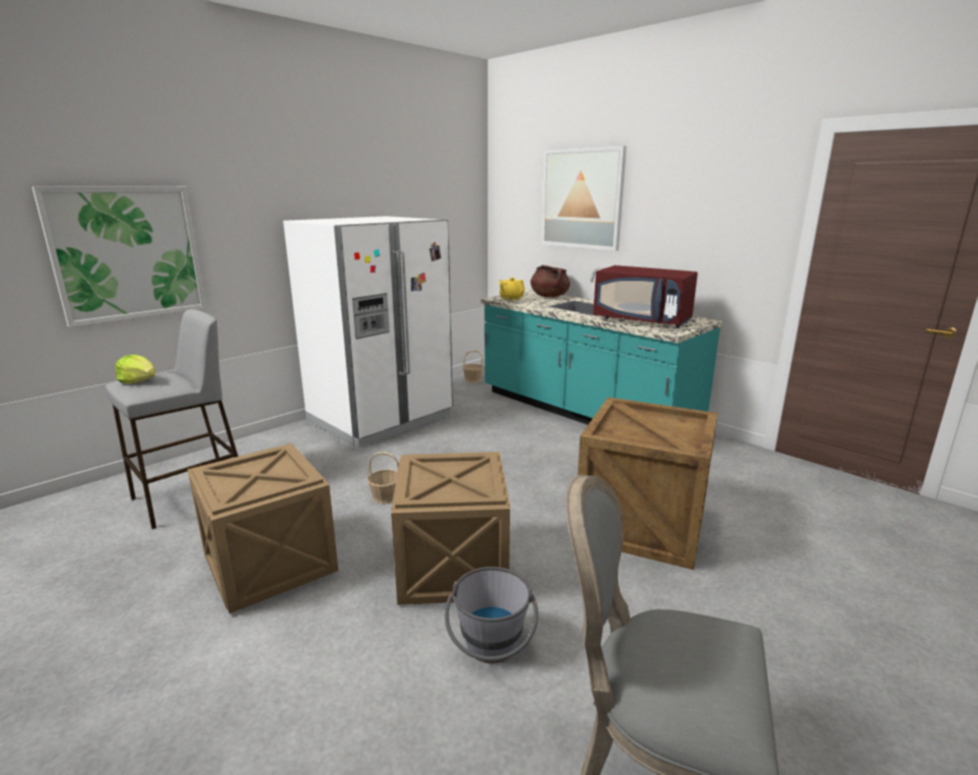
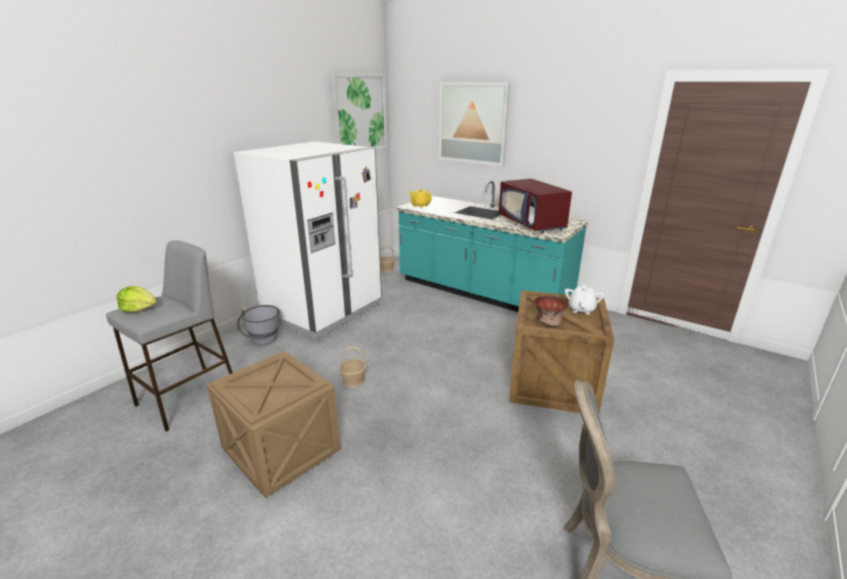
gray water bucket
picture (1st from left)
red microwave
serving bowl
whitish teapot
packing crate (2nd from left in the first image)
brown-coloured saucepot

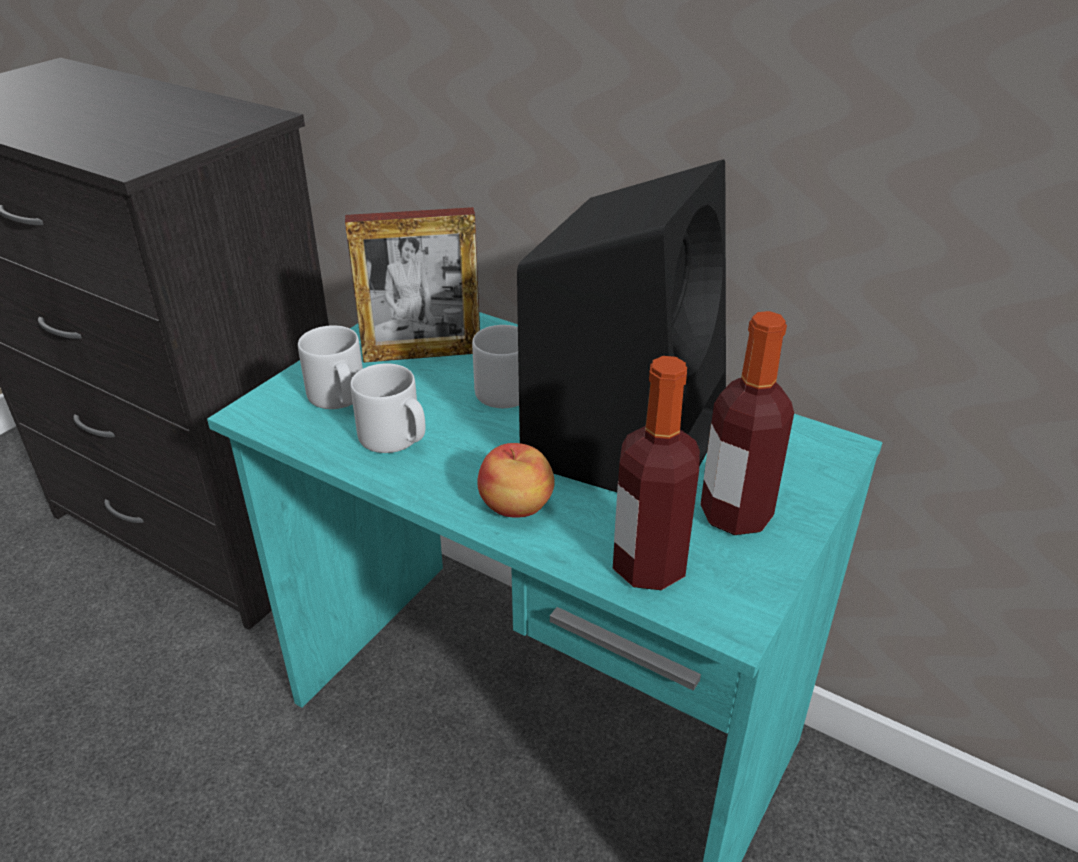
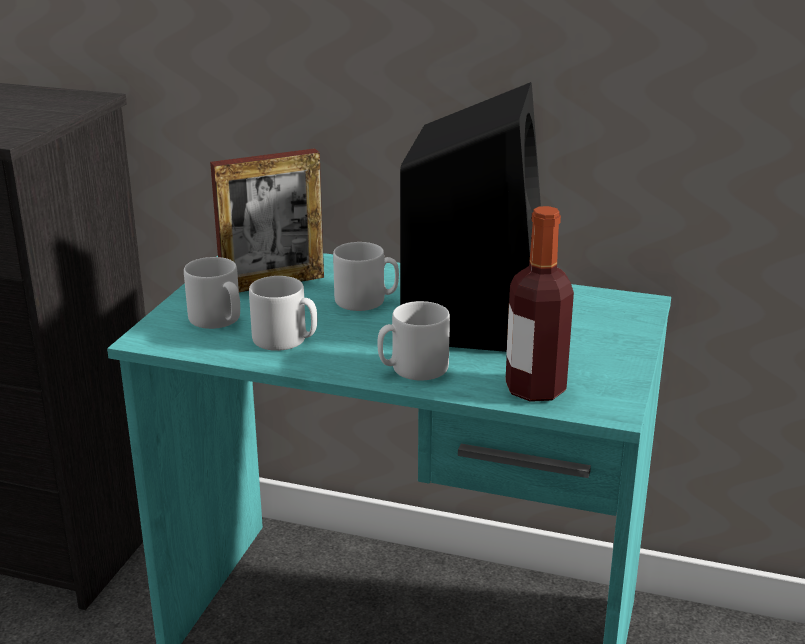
gray coffee mug (4th from left)
drink bottle (2nd from left in the first image)

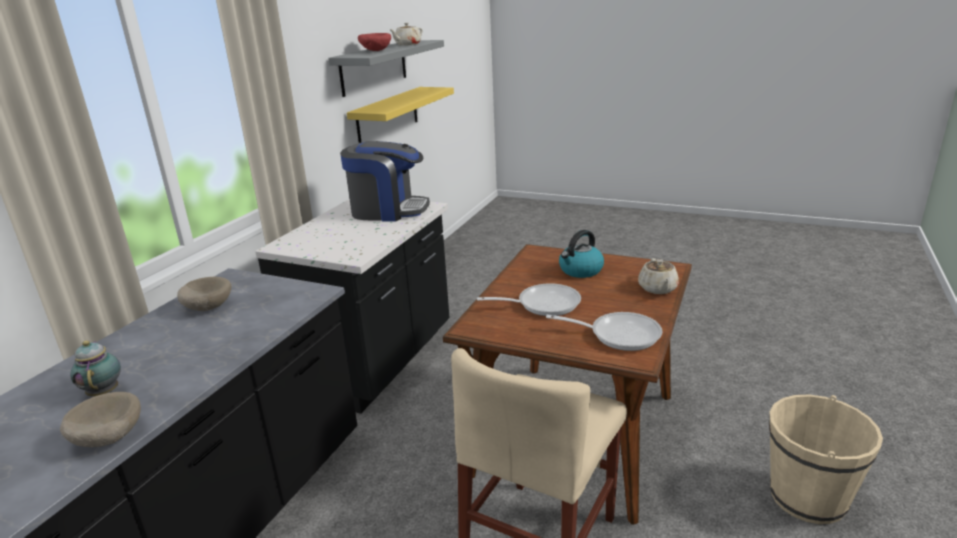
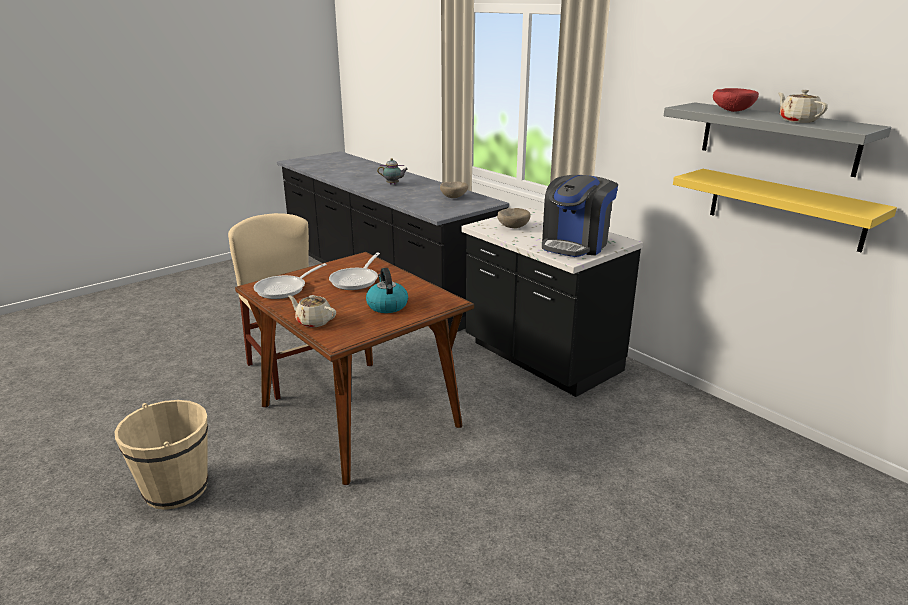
sand-coloured serving bowl (2nd from left)

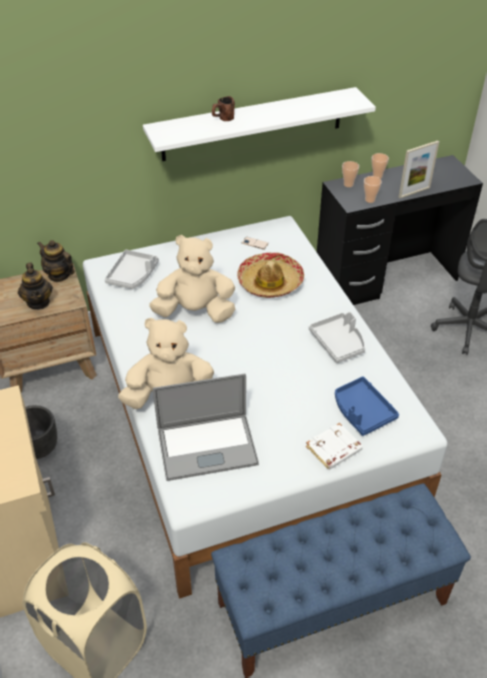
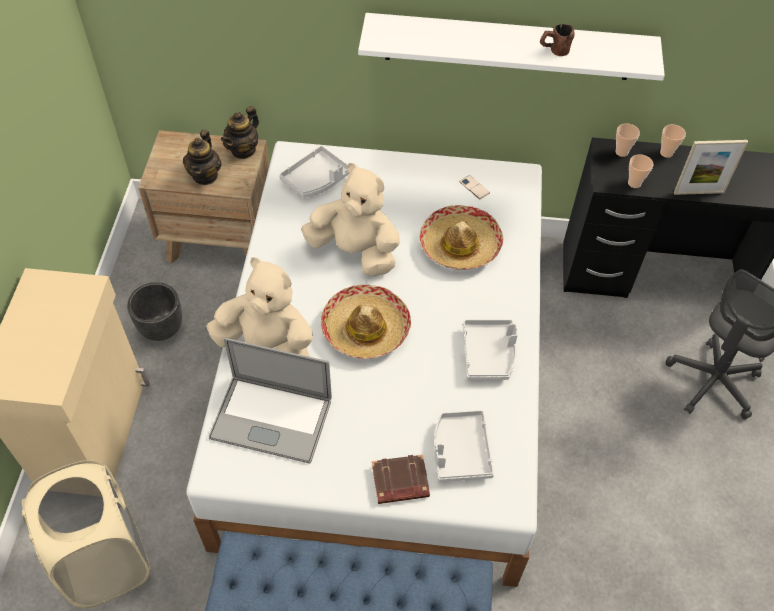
teapot (2nd from left)
clothing hat (1st from left)
brown-coloured bound book
gray carrying tray (2nd from left)
brown-coloured coffee mug

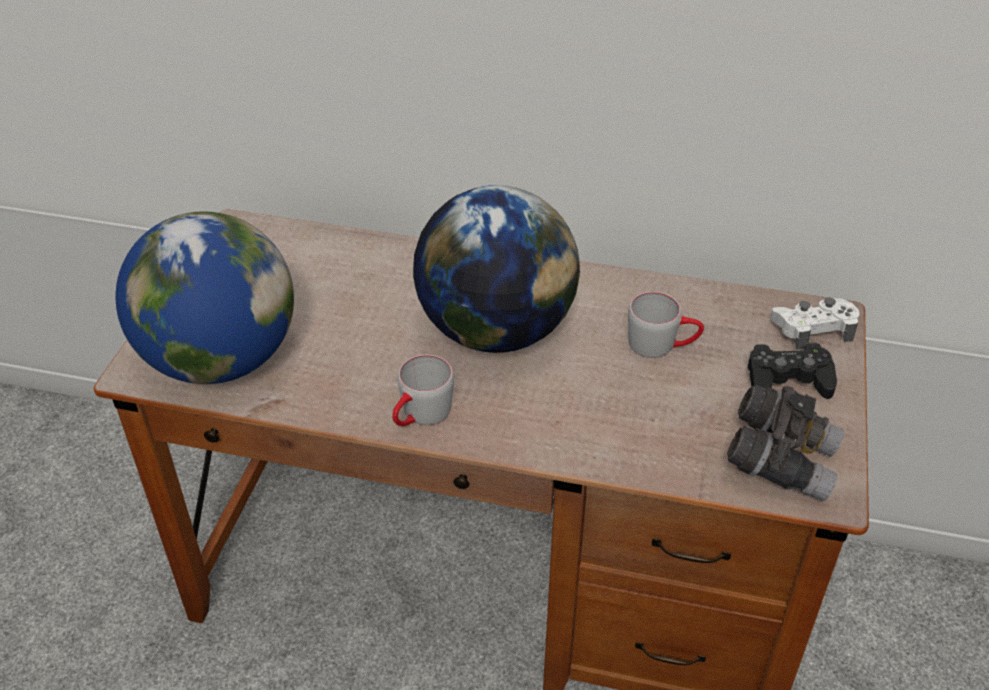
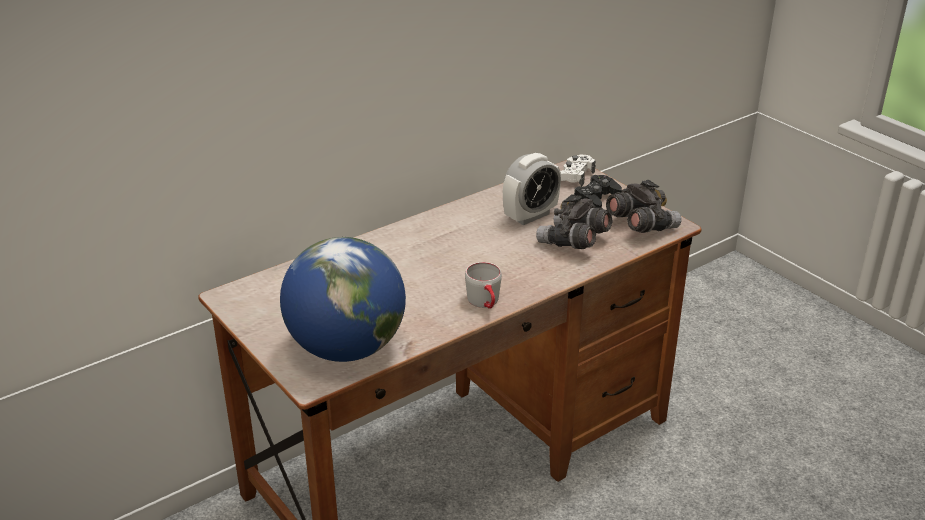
bedside clock
gray pair of binoculars (1st from left)
desk globe (2nd from left in the first image)

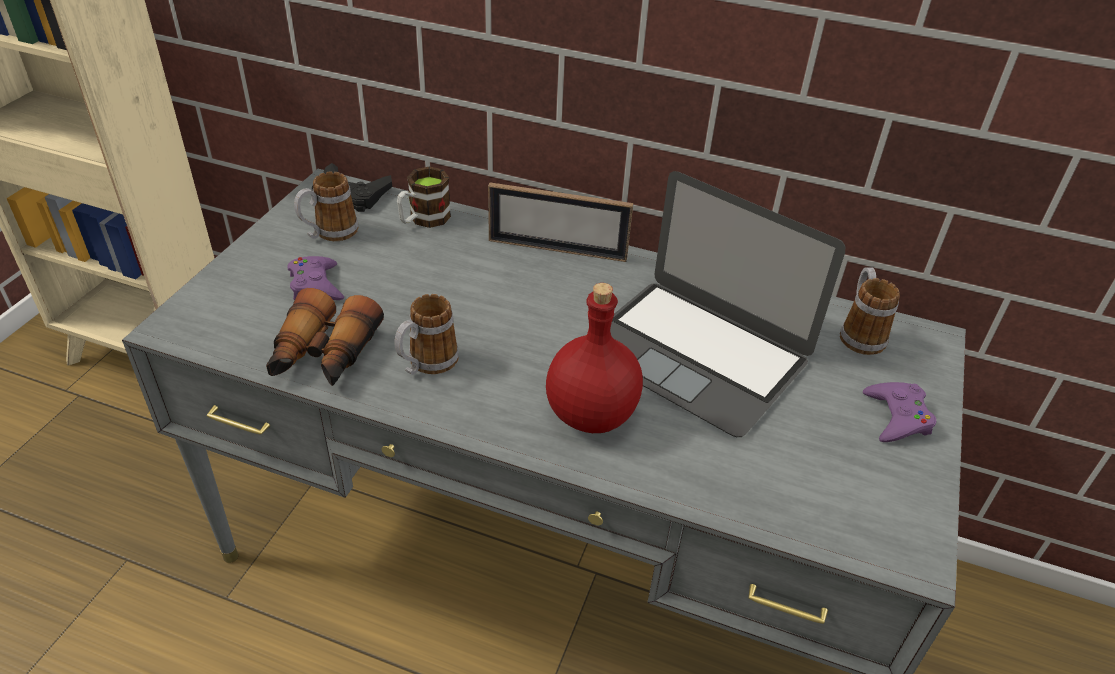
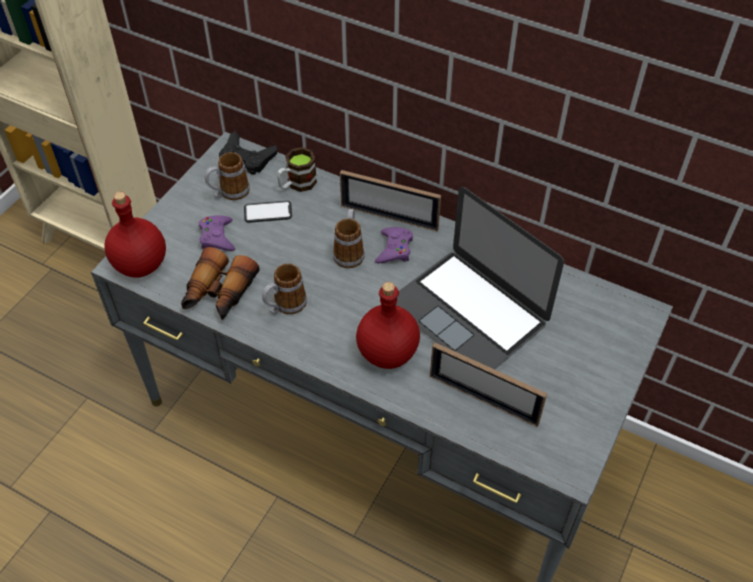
red drink bottle (1st from left)
phone
coffee mug (4th from left)
purple joypad (2nd from left)
standing frame (2nd from left)

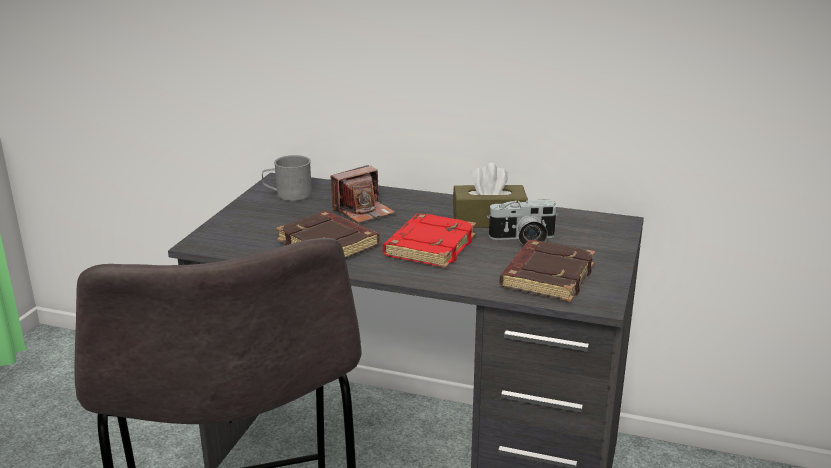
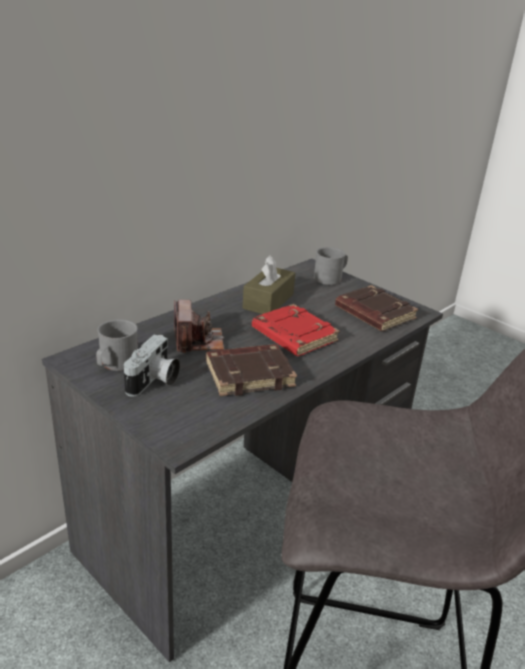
still camera (1st from left)
gray coffee mug (2nd from left)

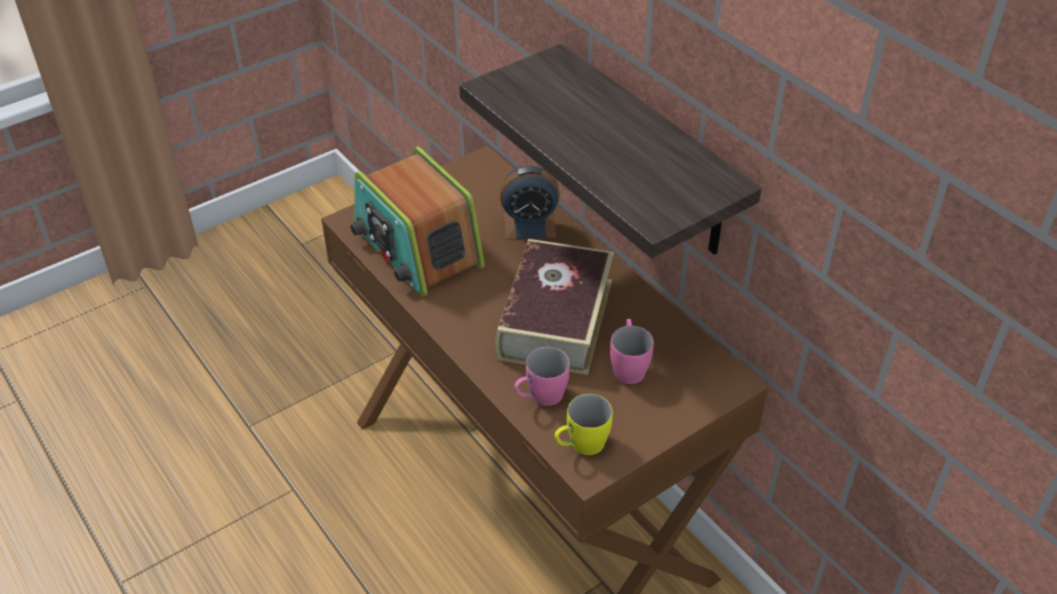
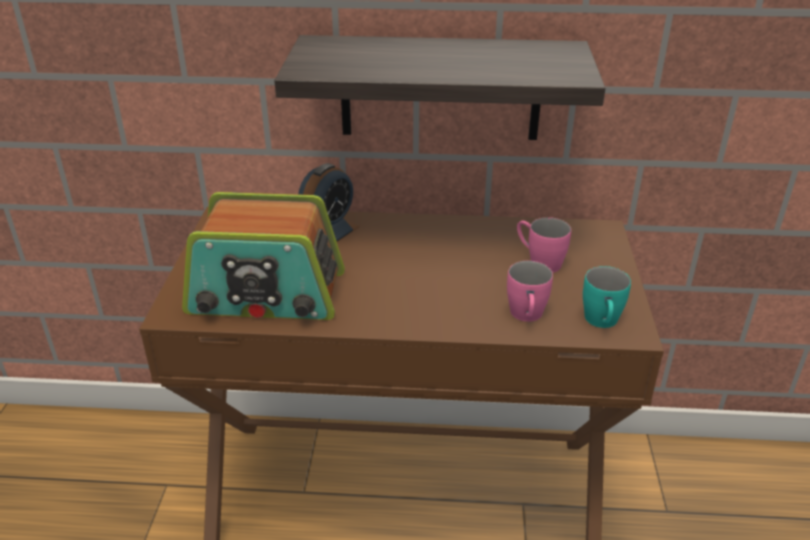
turquoise coffee mug
bound book

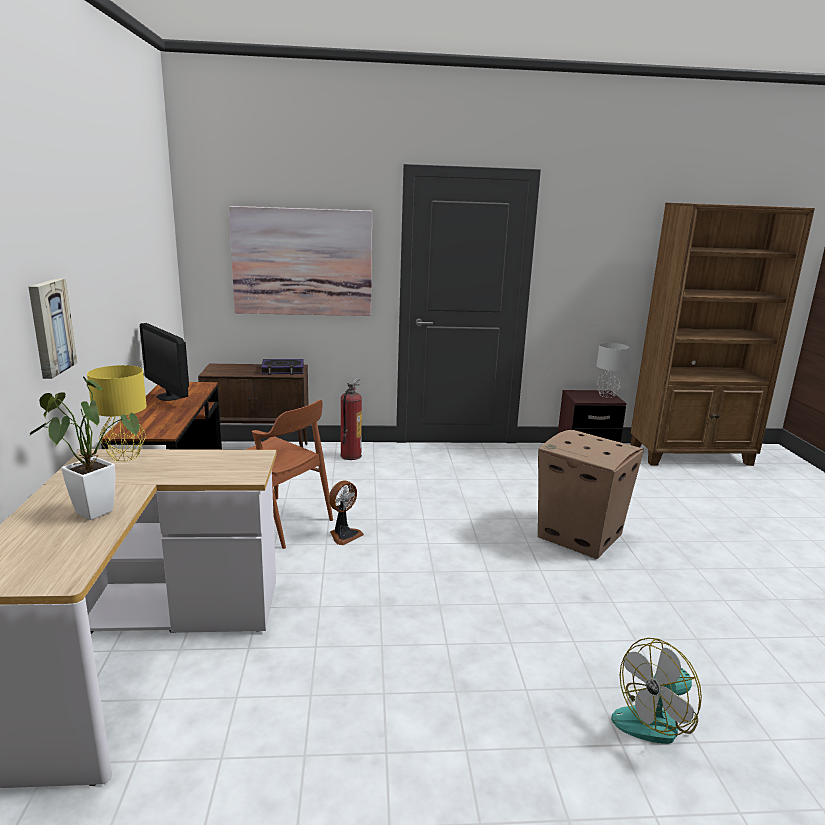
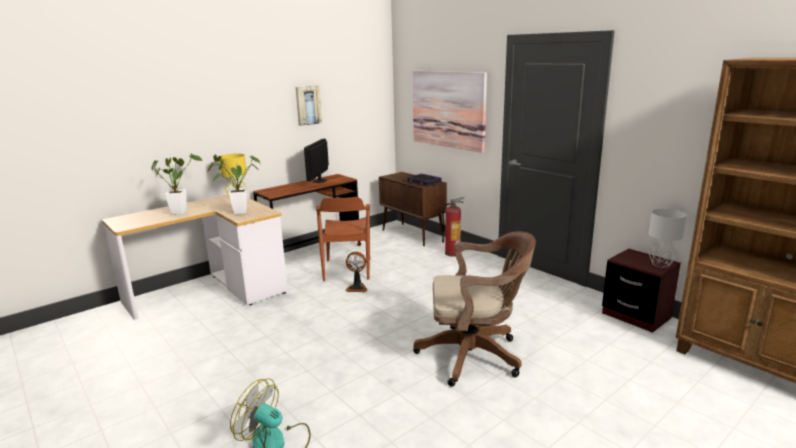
potted plant (2nd from left)
picture (1st from left)
brown-coloured computer chair

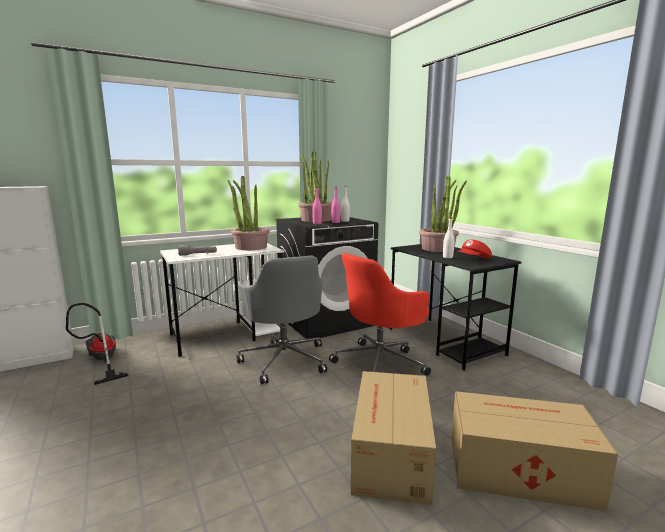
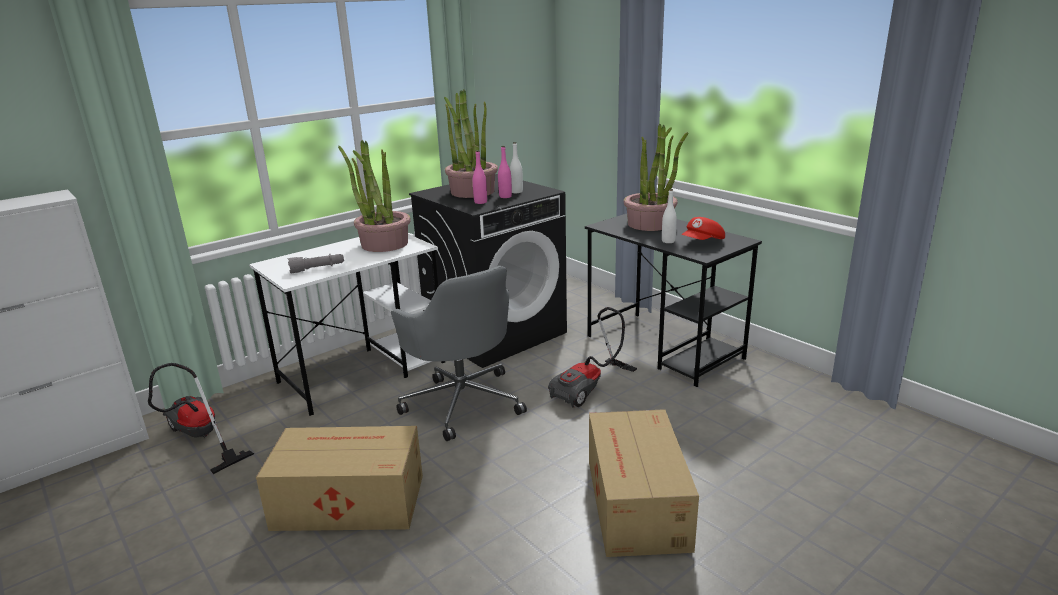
cardboard box (1st from left)
hoover (2nd from left)

